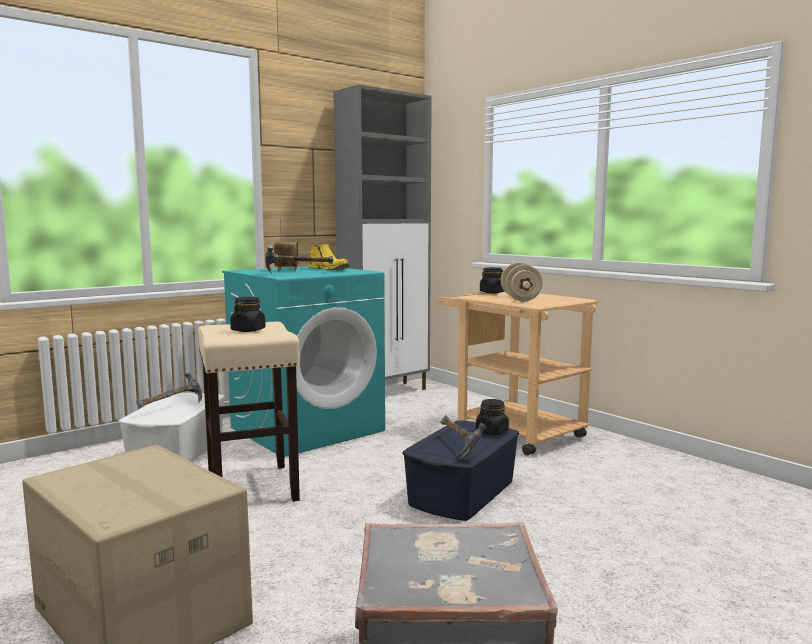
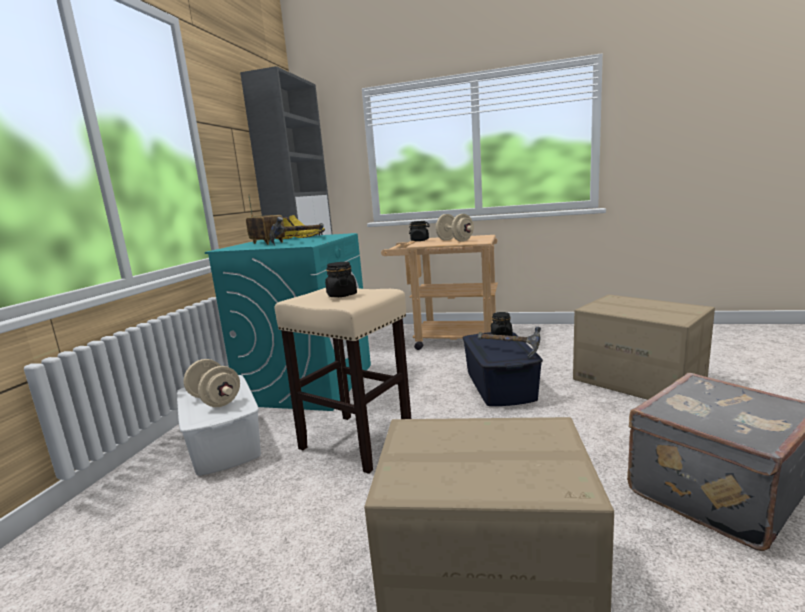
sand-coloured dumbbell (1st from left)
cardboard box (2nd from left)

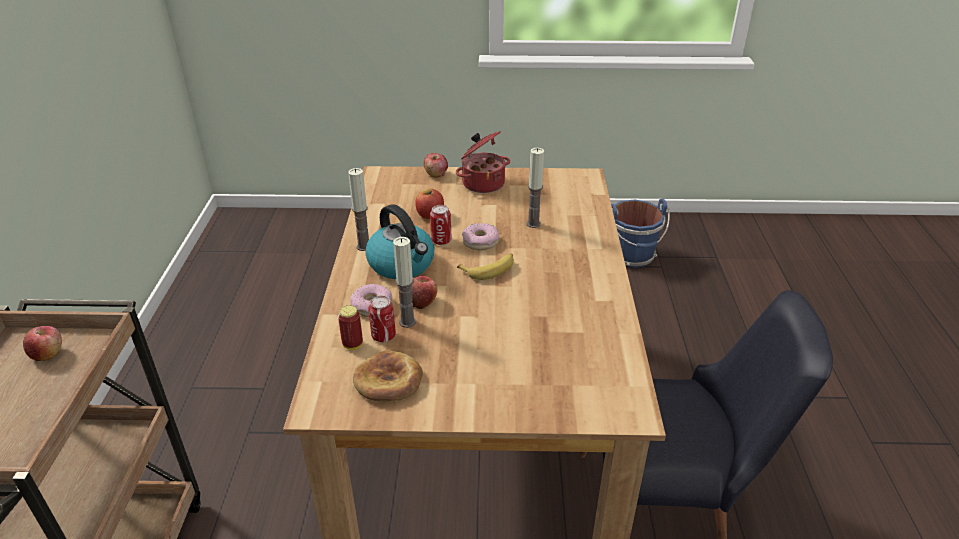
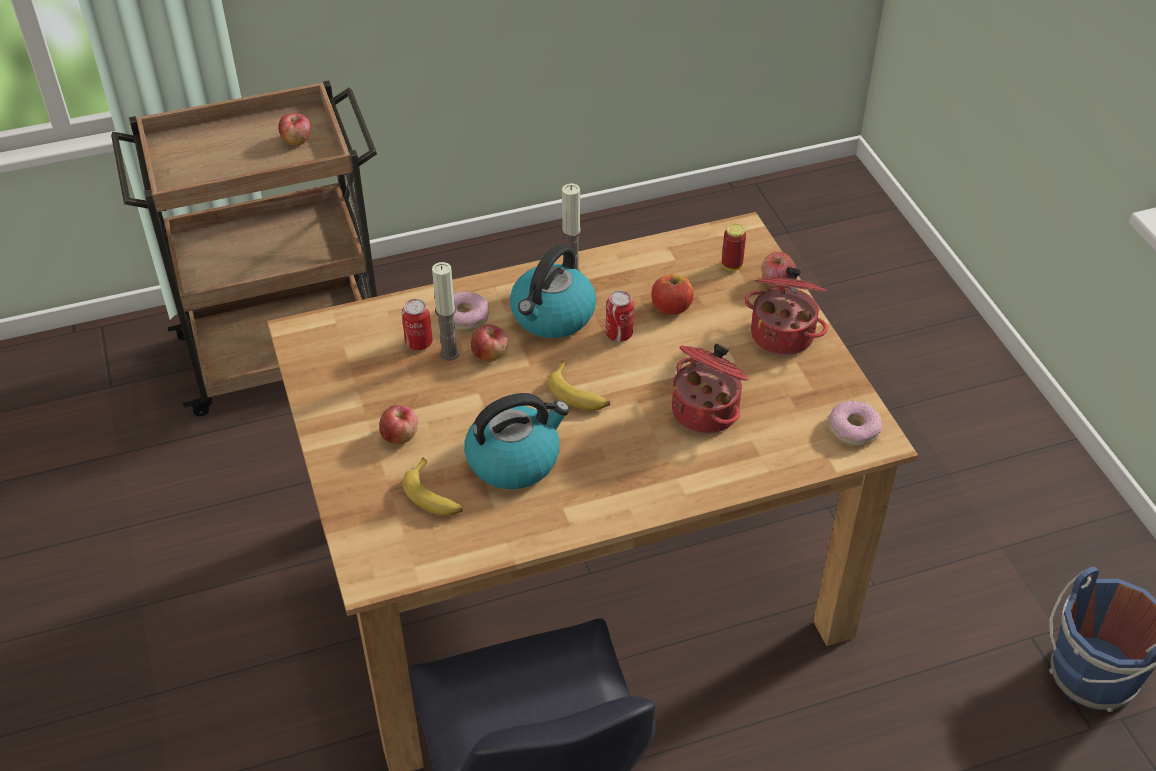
whole apple (2nd from left)
banana fruit (1st from left)
tea kettle (1st from left)
saucepot (1st from left)
can (3rd from left)
ring doughnut (2nd from left)
baked bread

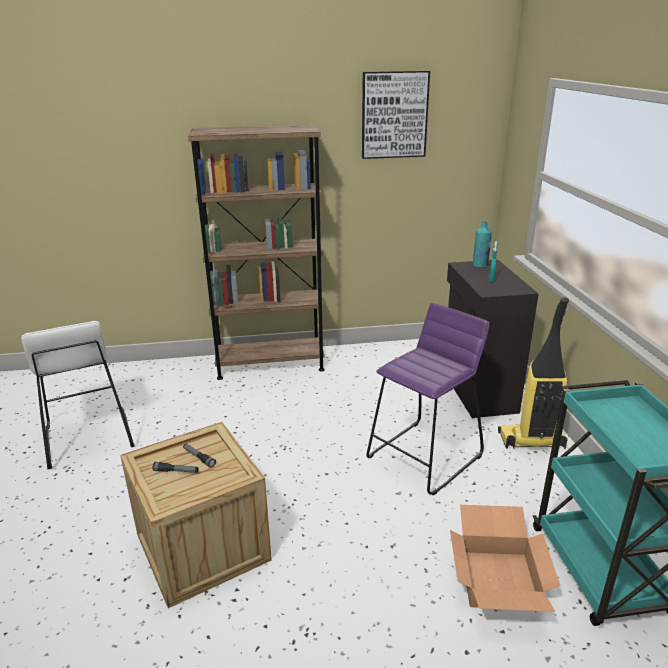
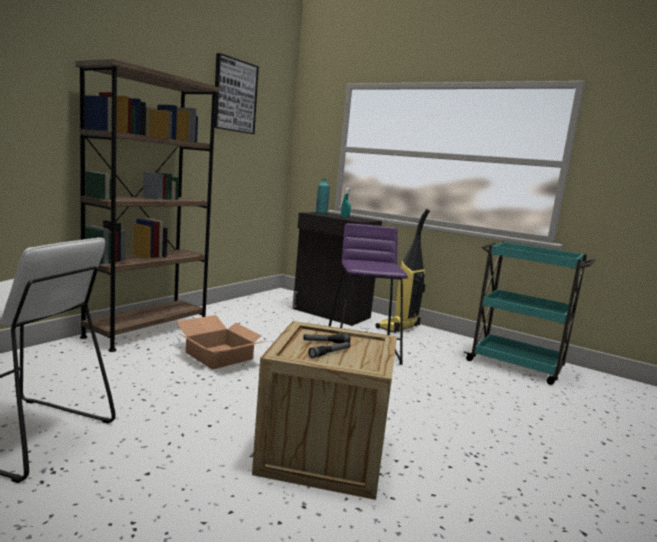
cardboard box

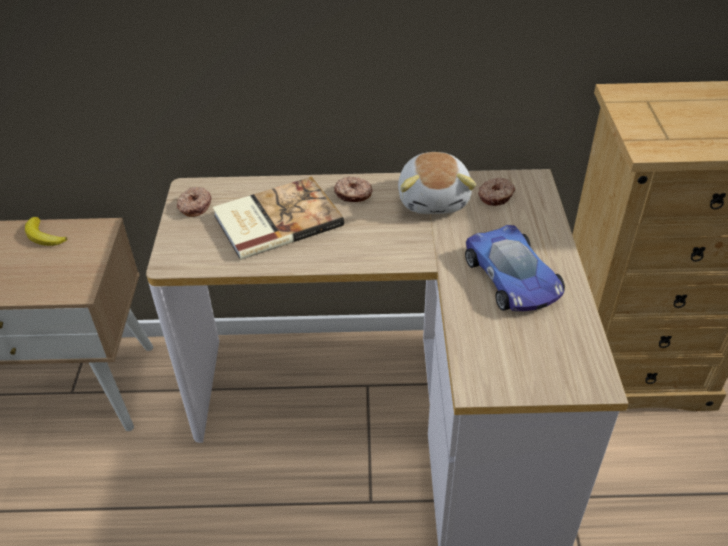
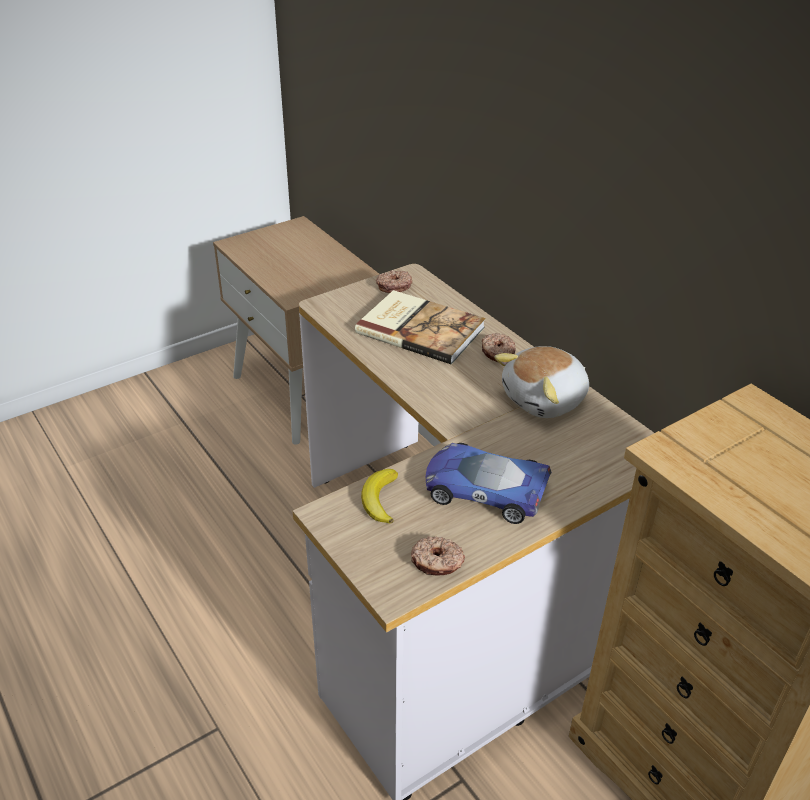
banana fruit
ring doughnut (2nd from left)
toy car

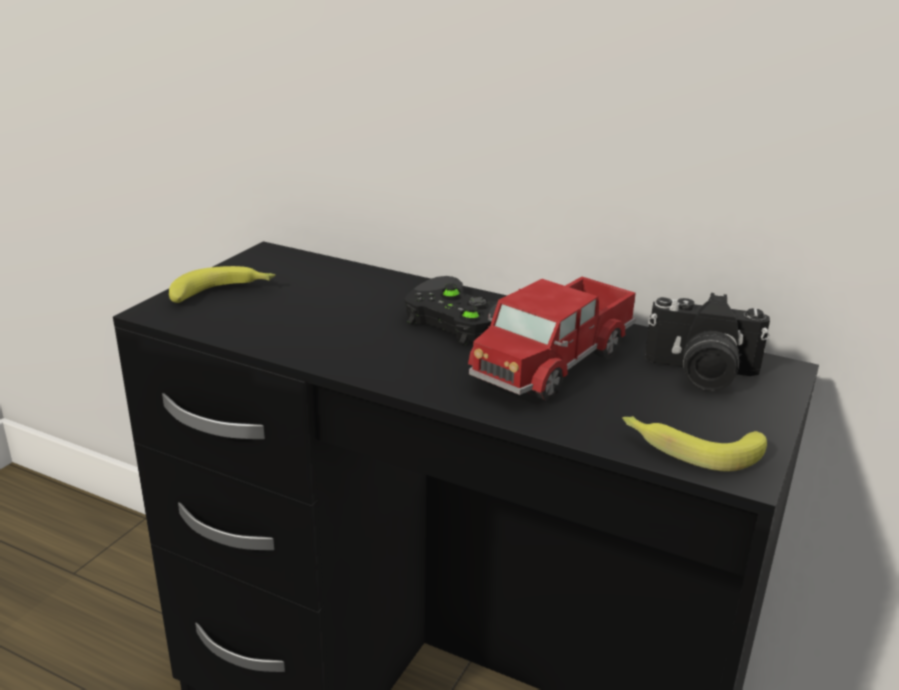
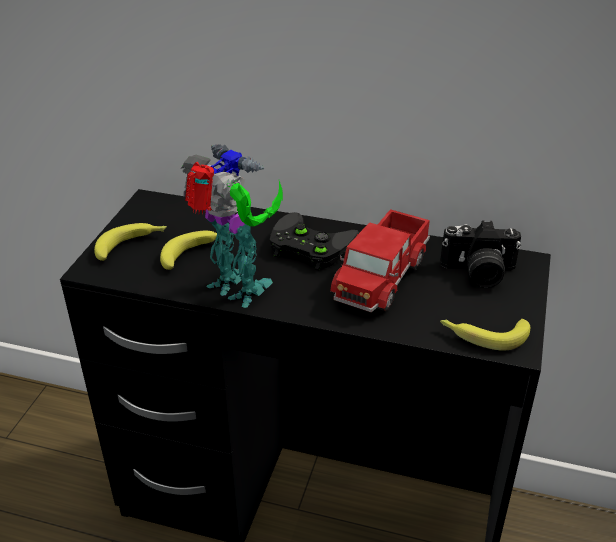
banana fruit (2nd from left)
robot figure

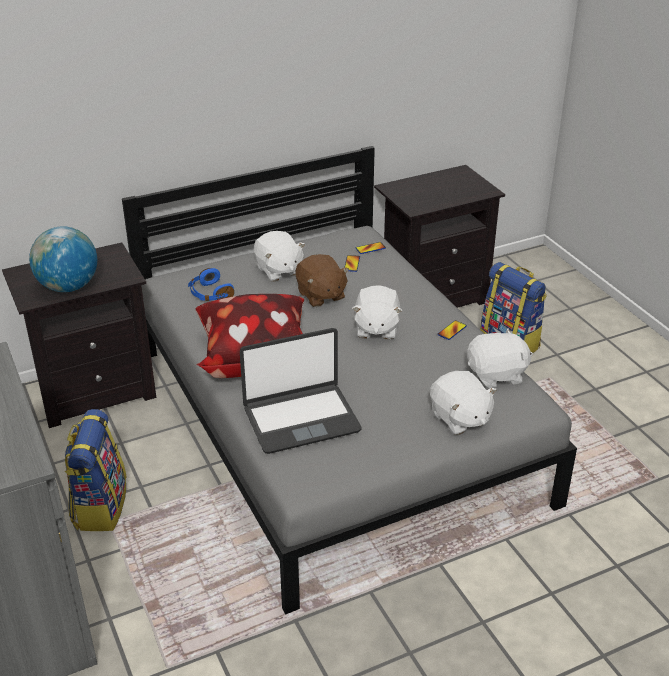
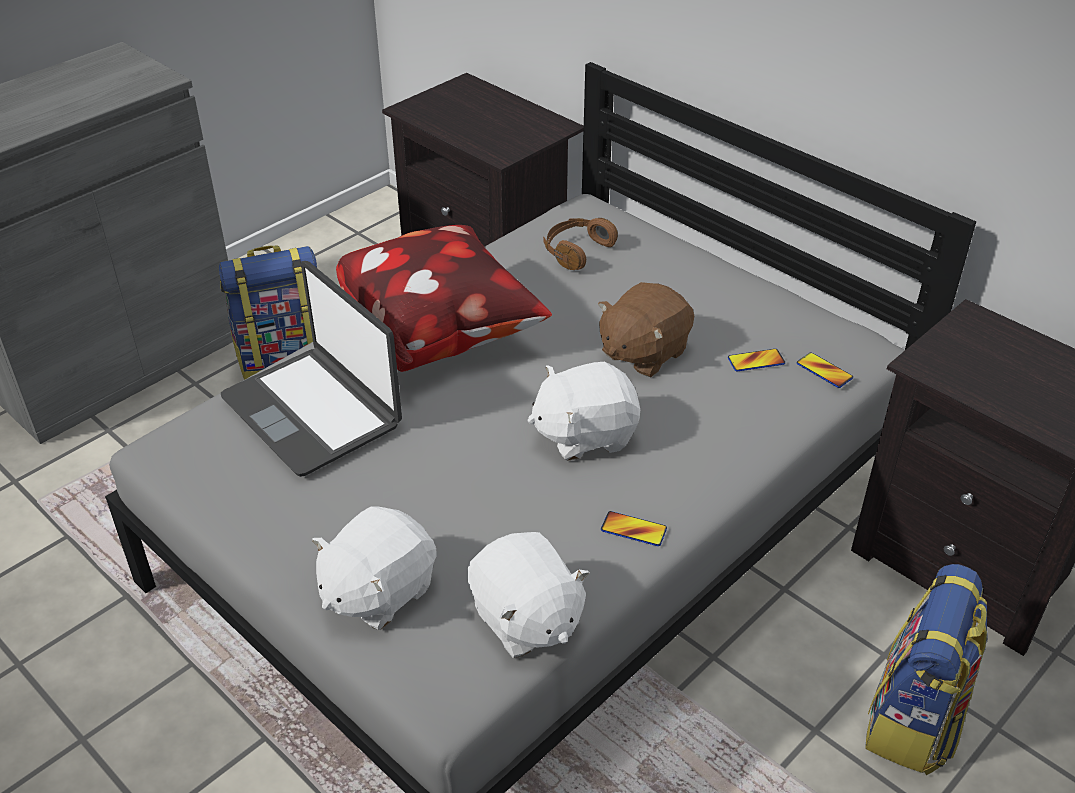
brown-coloured pair of headphones
desk globe
whitish soft toy (1st from left in the first image)

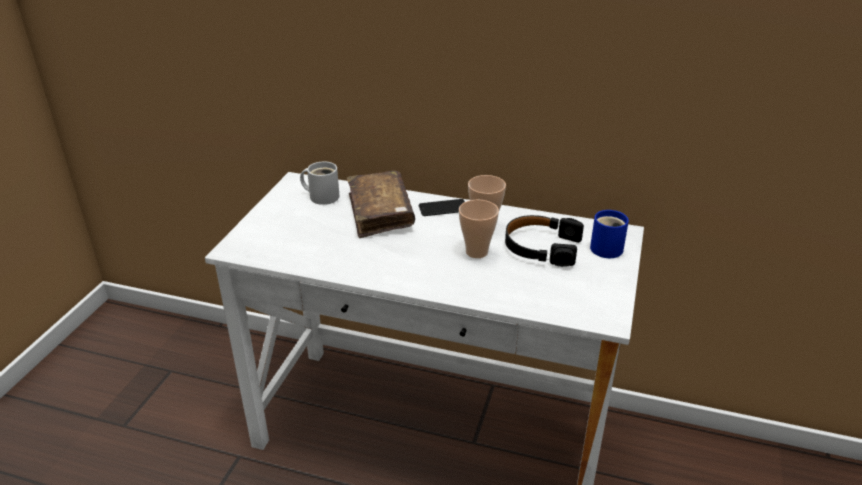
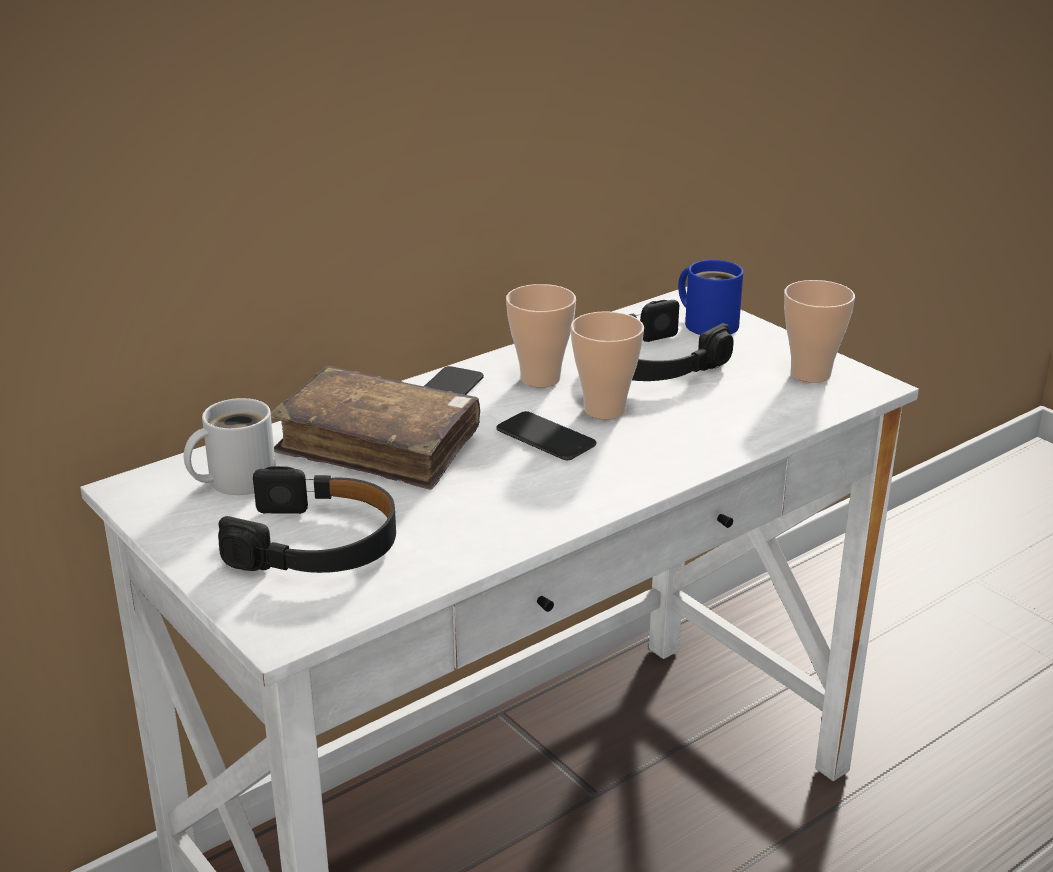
black pair of headphones (1st from left)
phone (2nd from left)
cup (3rd from left)

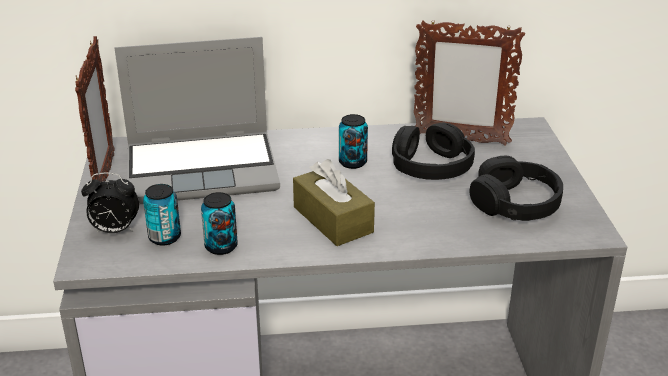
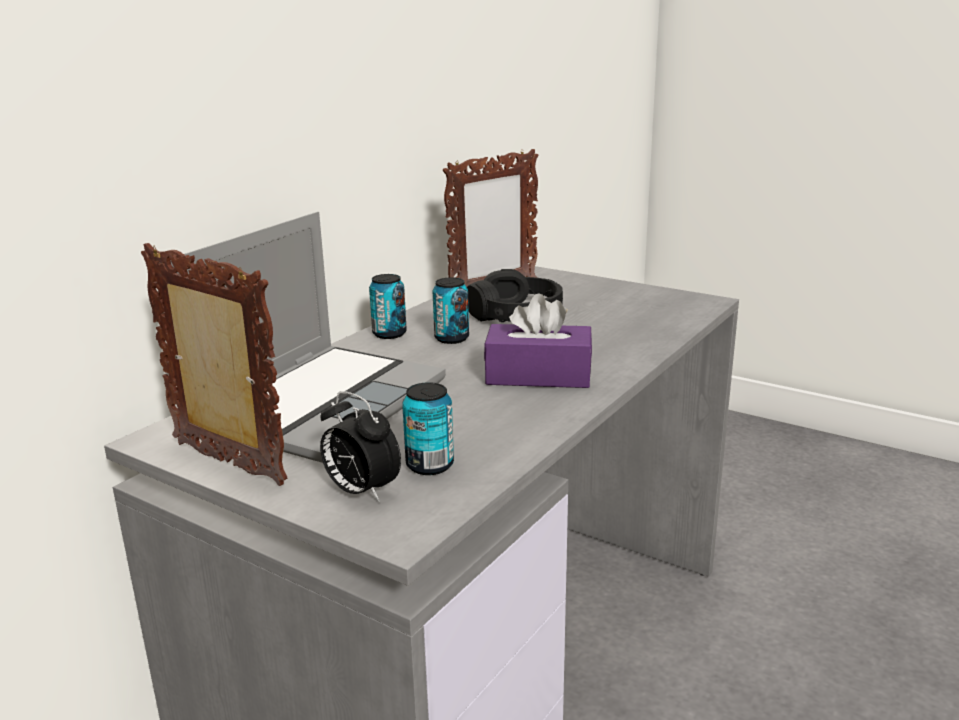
bedside clock
can (1st from left)
purple box of tissues
black pair of headphones (2nd from left in the first image)

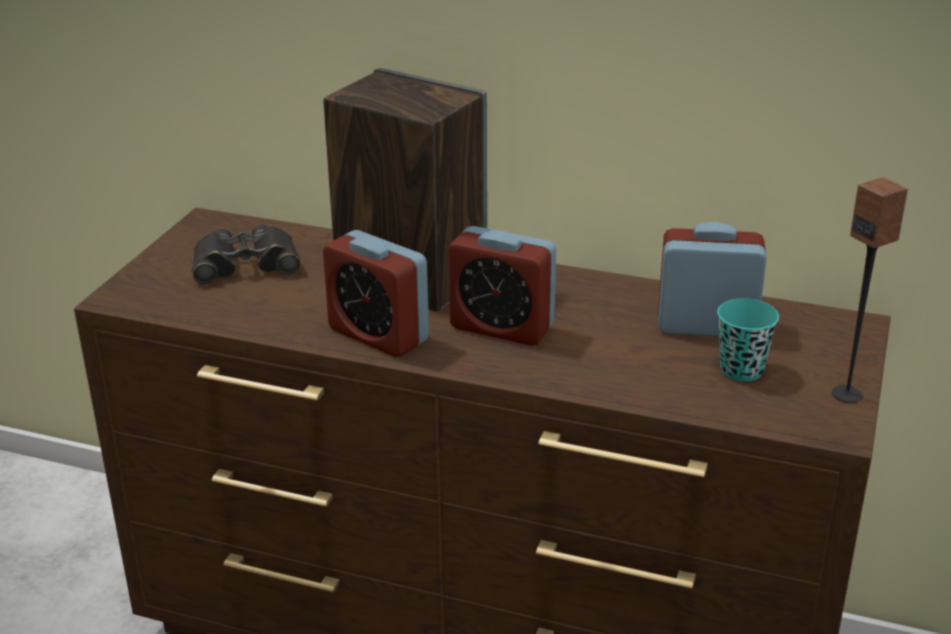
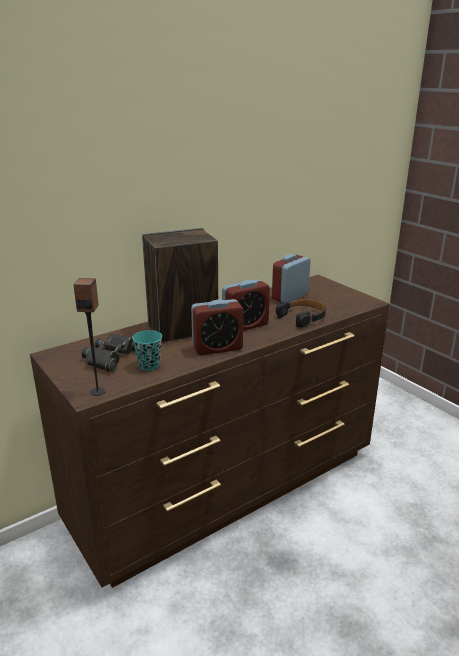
loudspeaker (1st from left)
turquoise cup
black pair of headphones

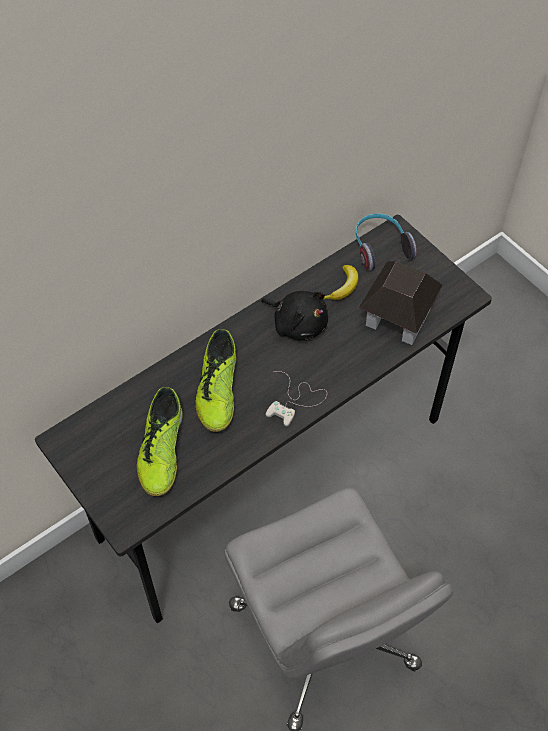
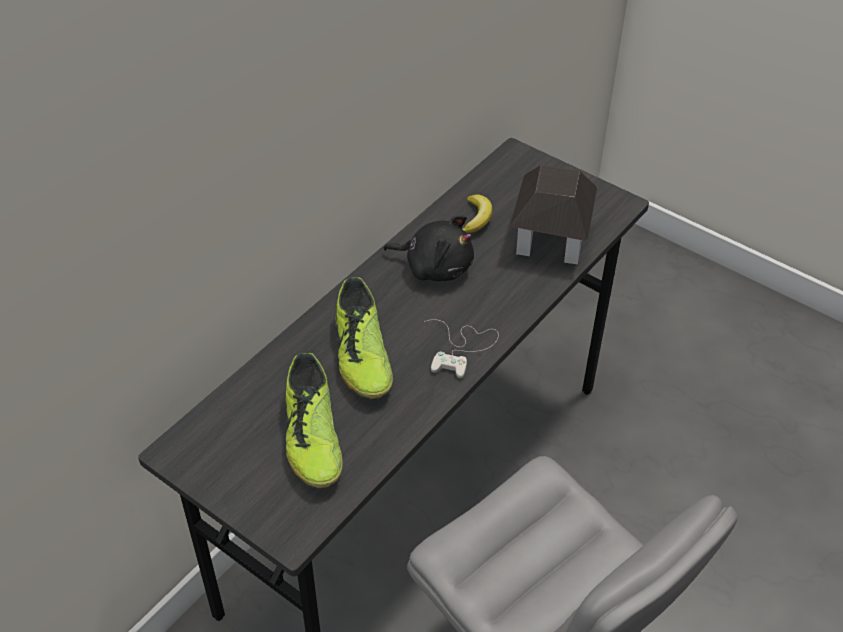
pair of headphones

